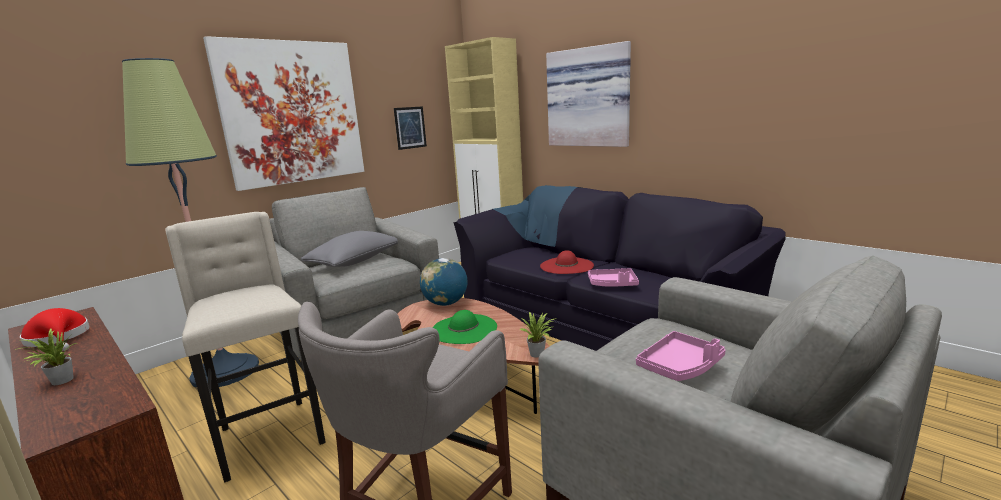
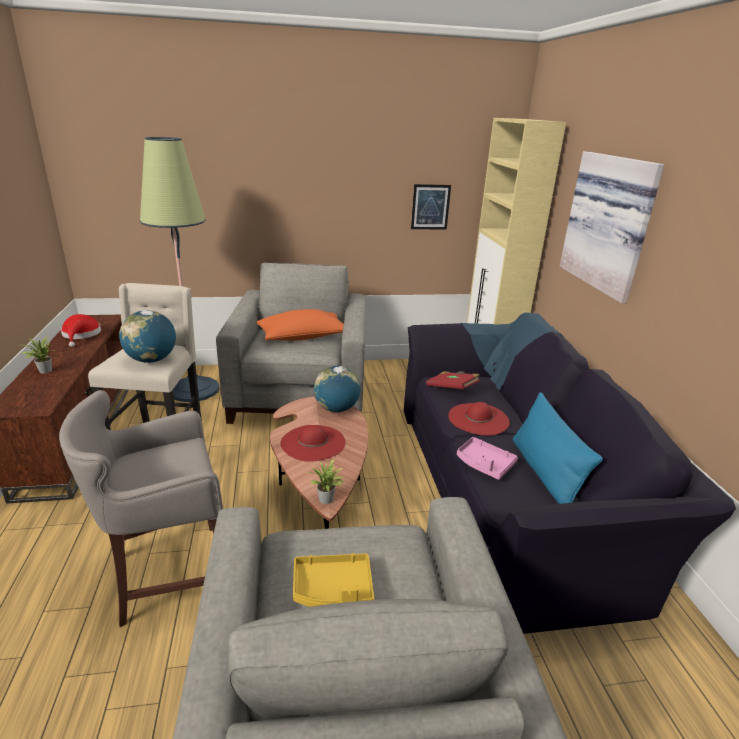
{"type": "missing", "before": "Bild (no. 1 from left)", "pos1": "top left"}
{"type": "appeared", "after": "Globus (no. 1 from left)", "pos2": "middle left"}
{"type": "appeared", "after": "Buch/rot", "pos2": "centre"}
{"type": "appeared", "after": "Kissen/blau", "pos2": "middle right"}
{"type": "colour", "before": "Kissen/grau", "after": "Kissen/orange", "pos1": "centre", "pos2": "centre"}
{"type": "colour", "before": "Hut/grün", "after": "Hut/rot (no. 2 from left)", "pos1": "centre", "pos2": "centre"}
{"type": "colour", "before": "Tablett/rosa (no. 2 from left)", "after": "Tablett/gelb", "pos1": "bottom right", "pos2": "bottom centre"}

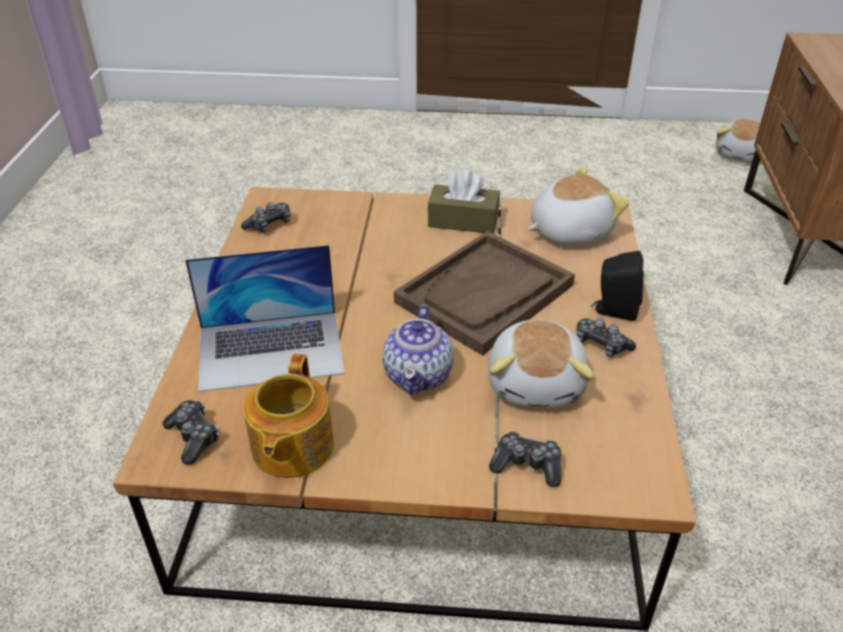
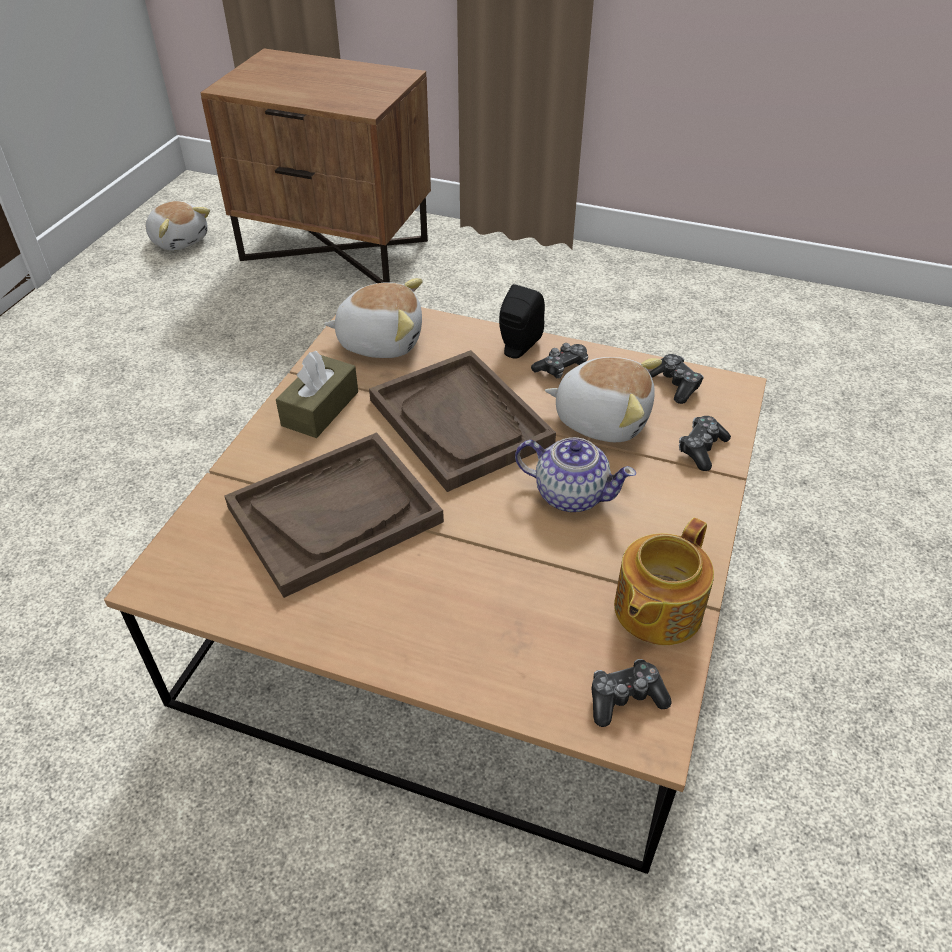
{"type": "missing", "before": "Laptop", "pos1": "middle left"}
{"type": "appeared", "after": "Tablett/braun (no. 1 from left)", "pos2": "centre"}
{"type": "relocated", "before": "Gamepad (no. 2 from left in the first image)", "after": "Gamepad (no. 3 from left)", "pos1": "middle left", "pos2": "middle right"}
{"type": "spun", "before": "Teekanne (no. 1 from left in the first image)", "pos1": "centre", "pos2": "middle right", "turn": 105}
{"type": "spun", "before": "Plüschtier (no. 2 from left)", "pos1": "top right", "pos2": "centre", "turn": 105}

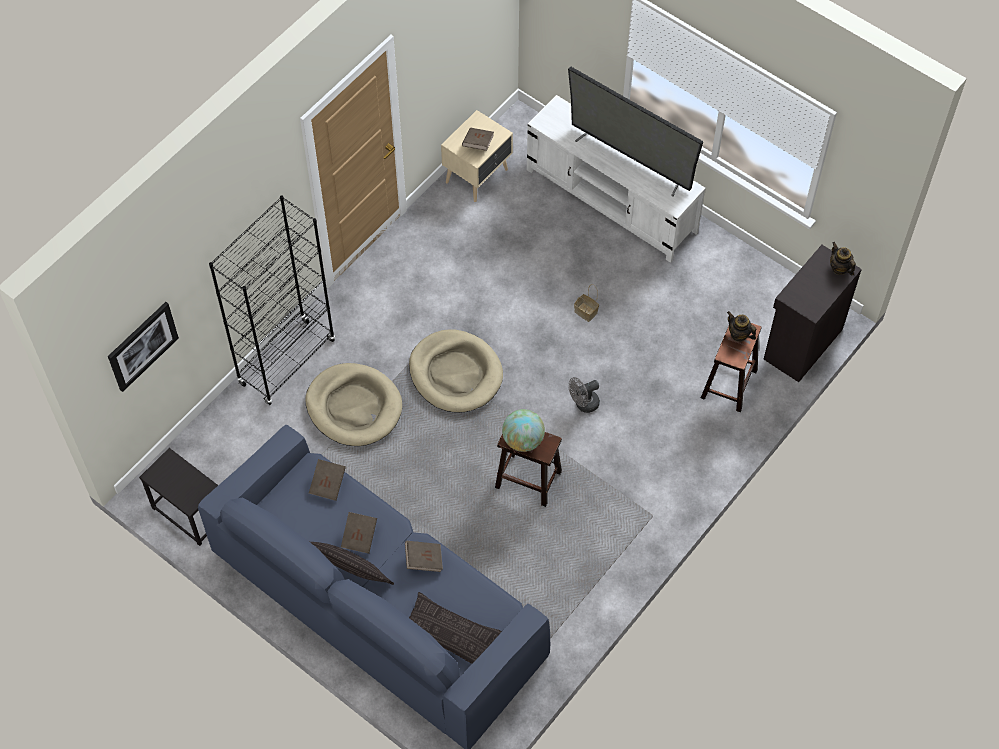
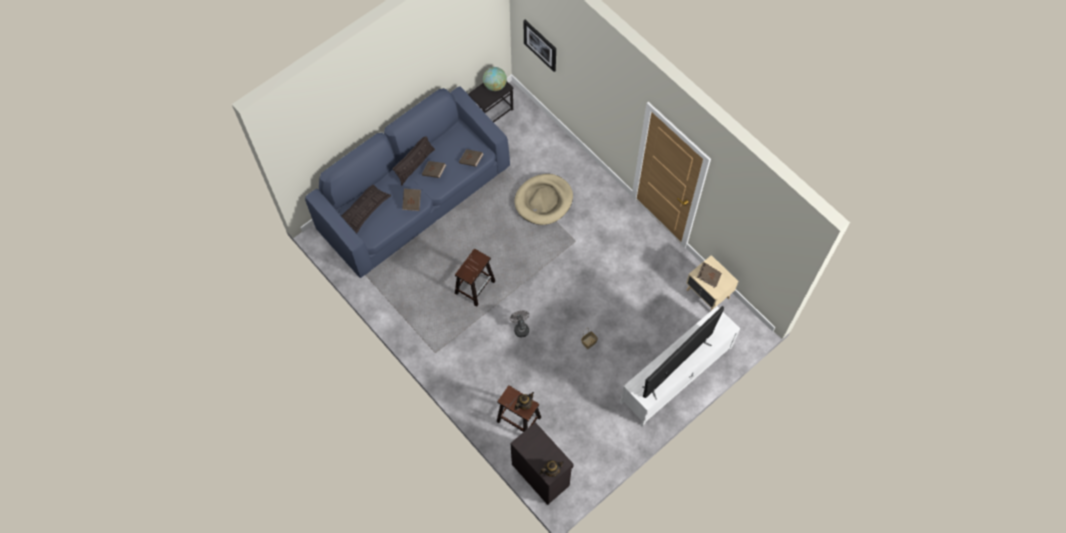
{"type": "missing", "before": "Bücherregal/schwarz", "pos1": "middle left"}
{"type": "missing", "before": "Hundebett/beige (no. 2 from left)", "pos1": "centre"}
{"type": "relocated", "before": "Globus", "pos1": "centre", "pos2": "top centre"}

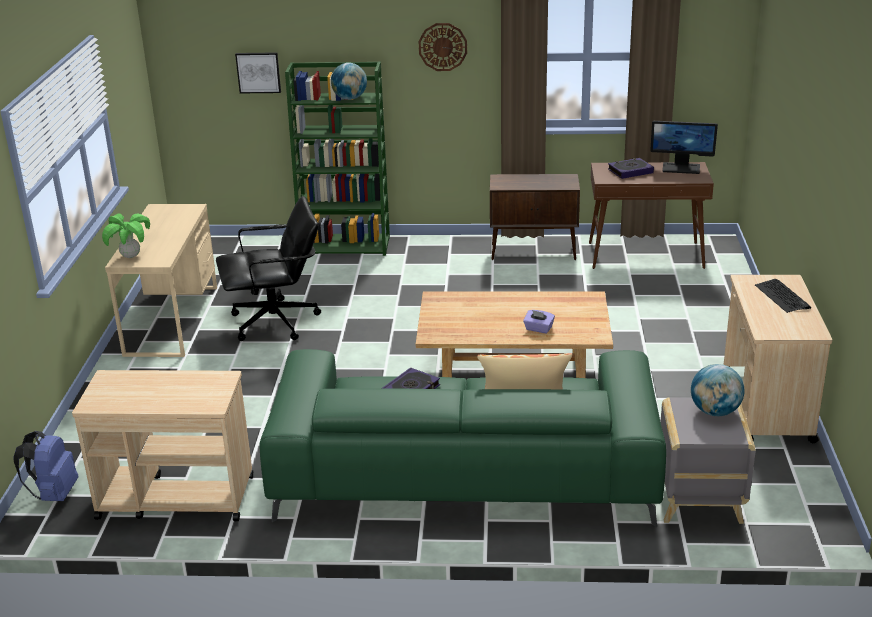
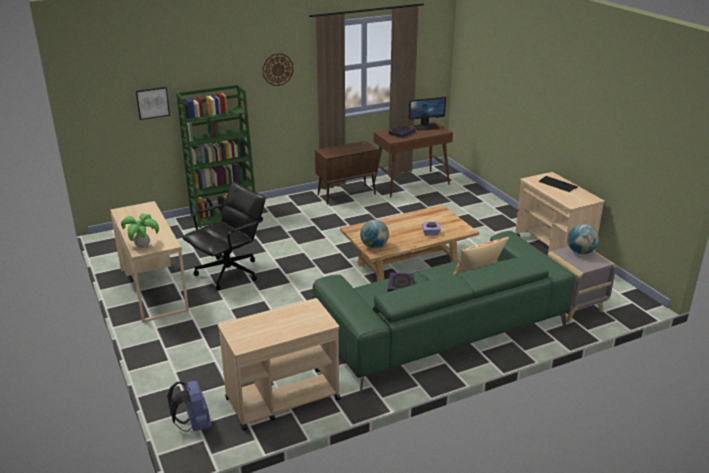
{"type": "relocated", "before": "Globus (no. 1 from left)", "pos1": "top centre", "pos2": "centre"}

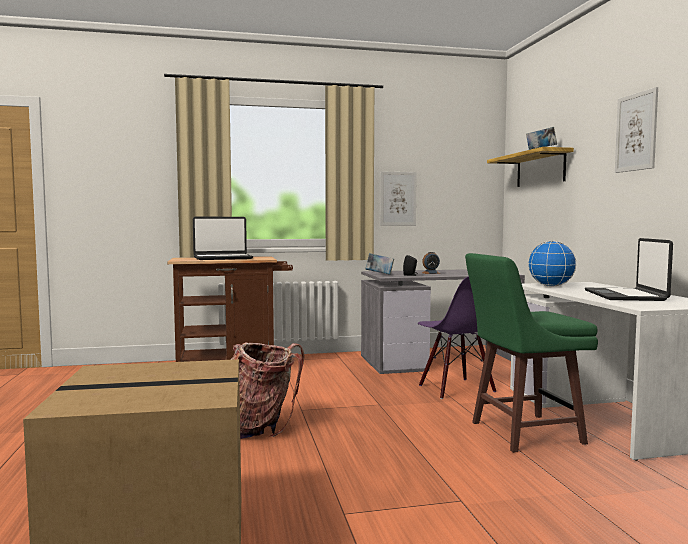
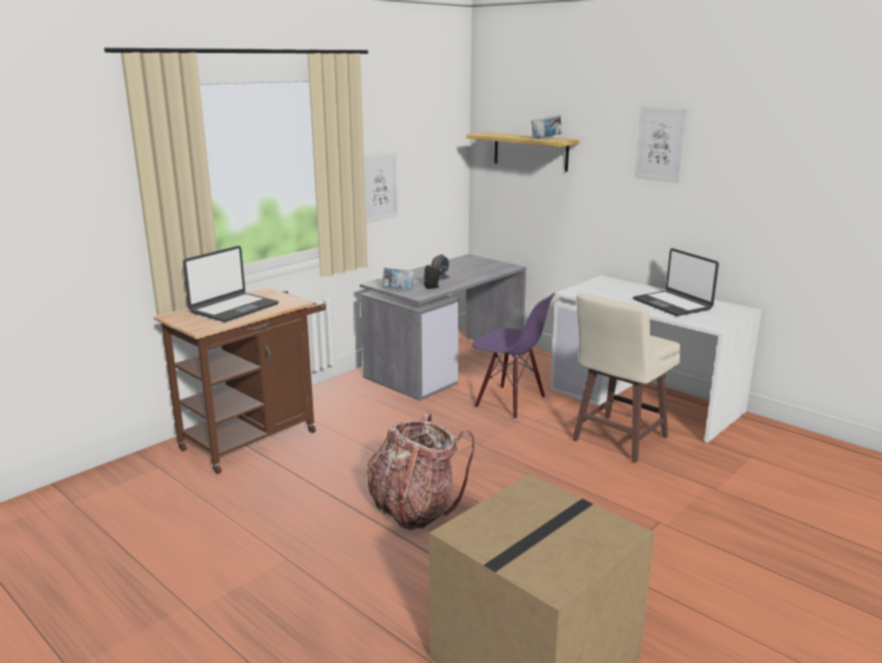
{"type": "missing", "before": "Globus", "pos1": "middle right"}
{"type": "colour", "before": "Hocker/grün", "after": "Hocker/beige", "pos1": "middle right", "pos2": "middle right"}

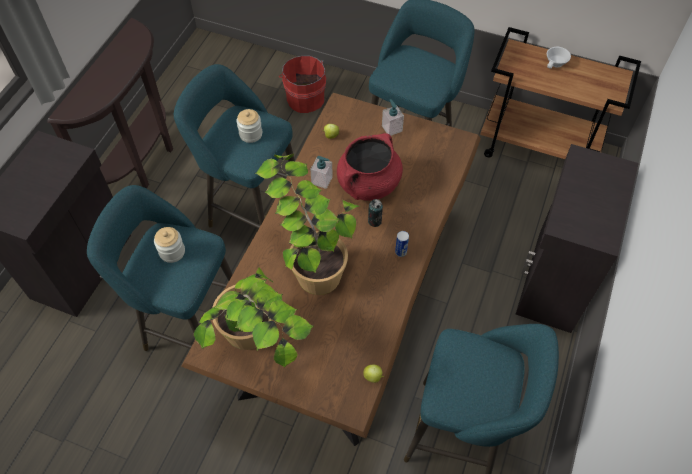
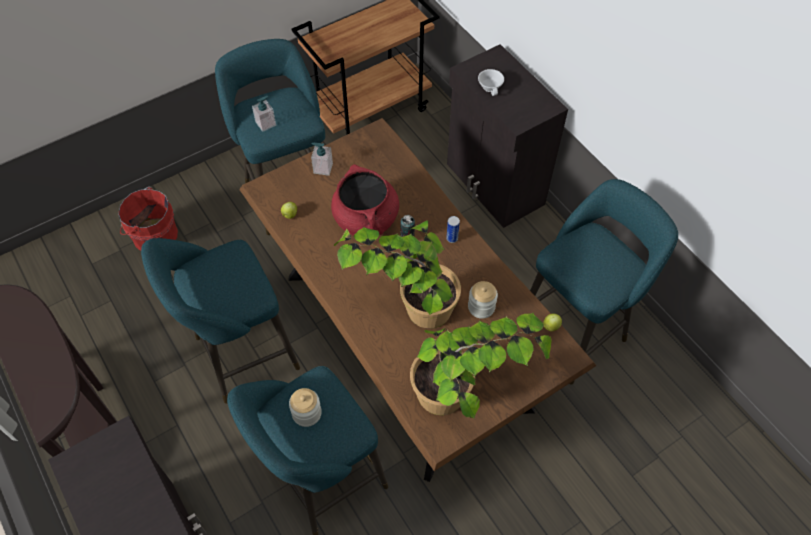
{"type": "relocated", "before": "Vorratsglas (no. 2 from left)", "pos1": "top centre", "pos2": "centre"}
{"type": "relocated", "before": "Seifenspender (no. 1 from left)", "pos1": "centre", "pos2": "top left"}
{"type": "relocated", "before": "Tasse/weiß", "pos1": "top right", "pos2": "top centre"}

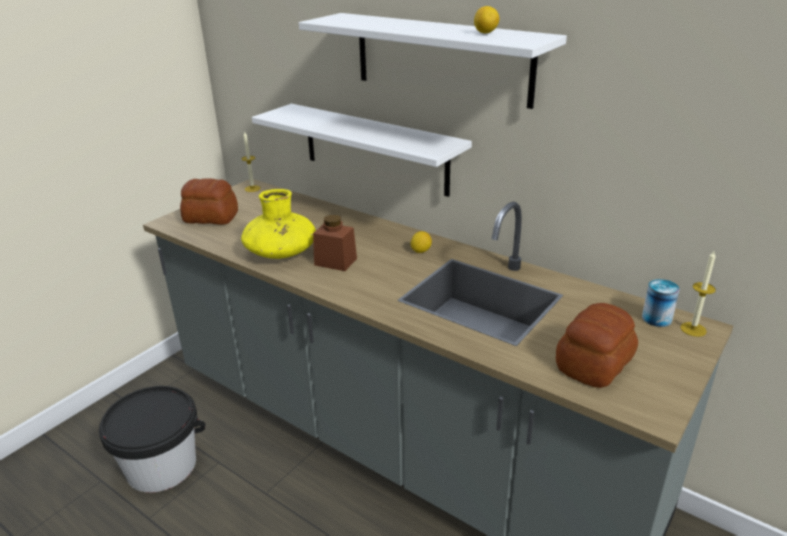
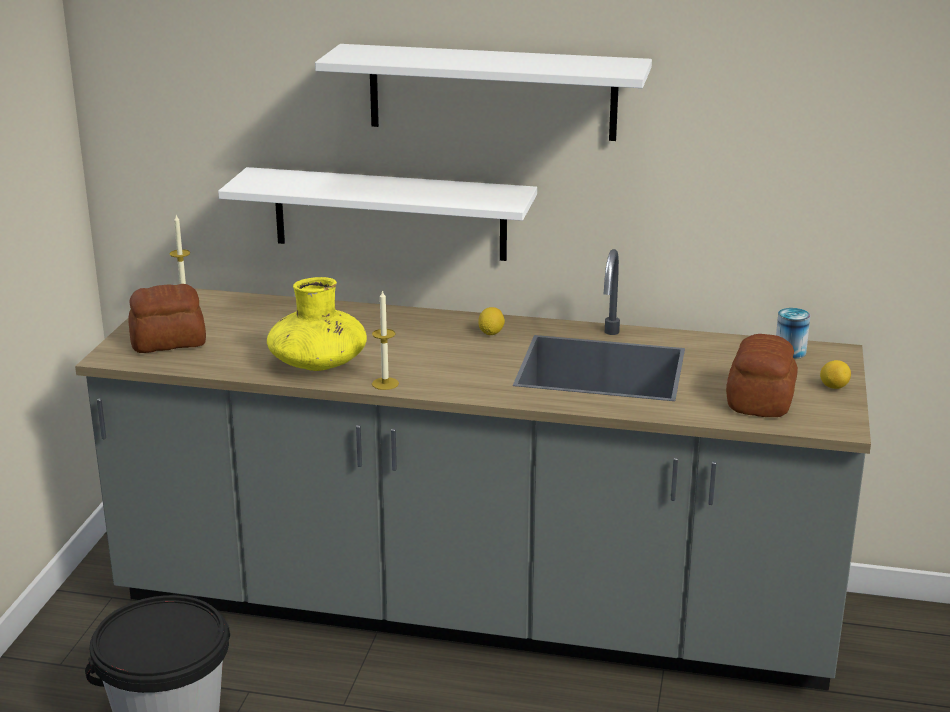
{"type": "missing", "before": "Vorratsglas/braun", "pos1": "centre"}
{"type": "relocated", "before": "Zitrone (no. 2 from left)", "pos1": "top centre", "pos2": "middle right"}
{"type": "relocated", "before": "Kerze (no. 2 from left)", "pos1": "middle right", "pos2": "centre"}

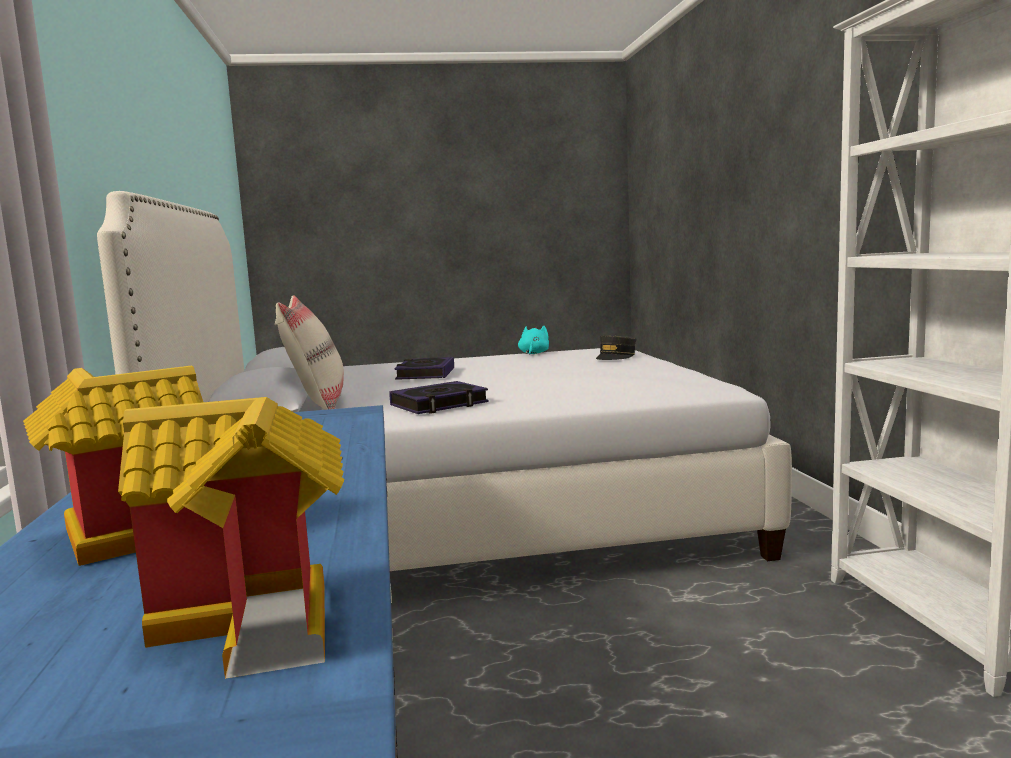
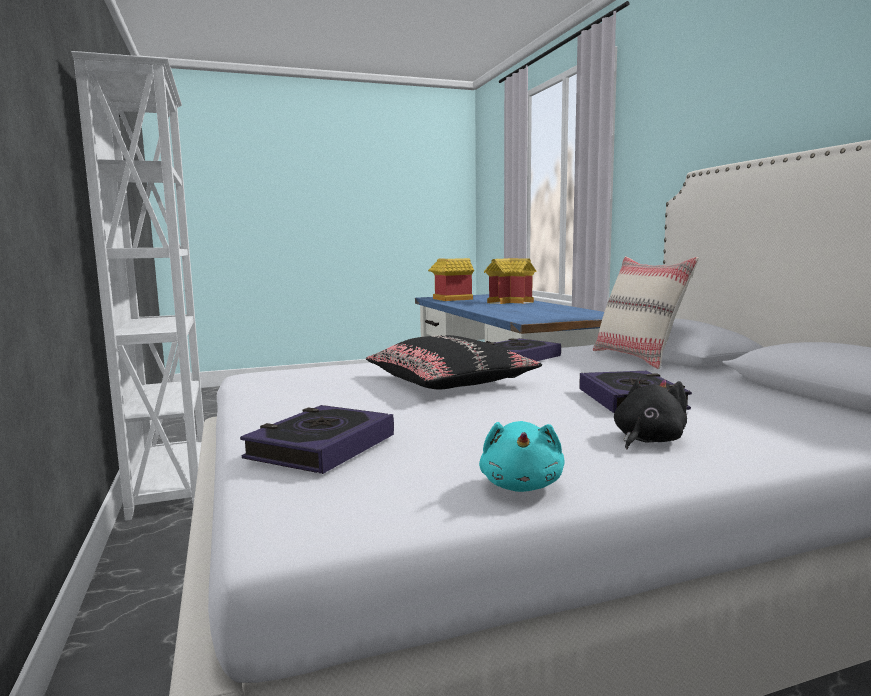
{"type": "appeared", "after": "Kissen/schwarz", "pos2": "centre"}
{"type": "appeared", "after": "Plüschtier/schwarz", "pos2": "middle right"}
{"type": "exchanged", "before": "Kappe/grau", "after": "Buch (no. 1 from left)", "pos1": "centre", "pos2": "centre"}

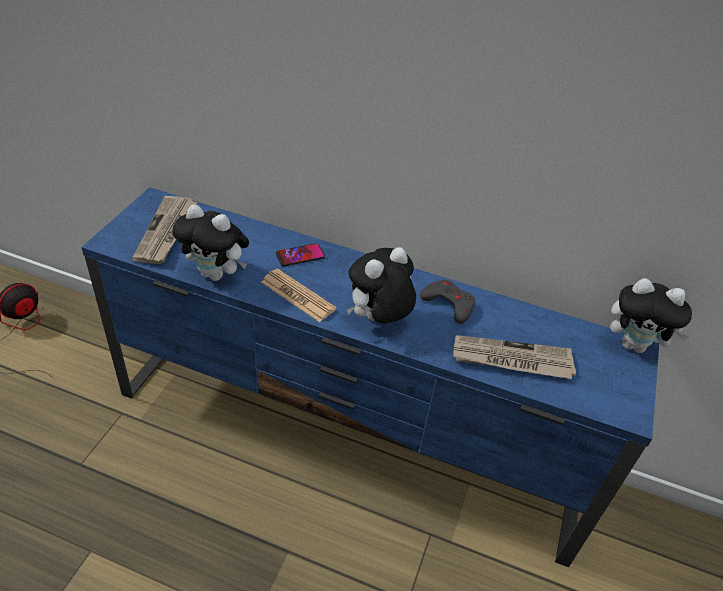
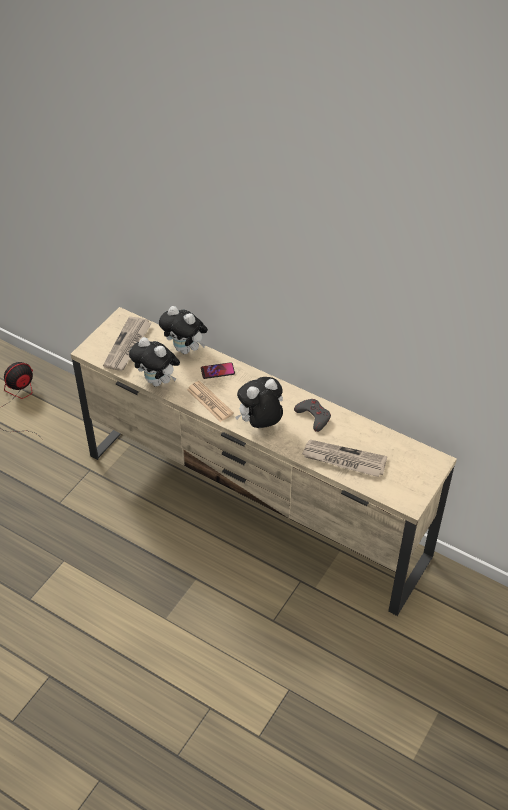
{"type": "relocated", "before": "Plüschtier (no. 3 from left in the first image)", "after": "Plüschtier (no. 2 from left)", "pos1": "middle right", "pos2": "centre"}
{"type": "colour", "before": "Fernsehschrank/blau", "after": "Fernsehschrank/beige", "pos1": "centre", "pos2": "centre"}

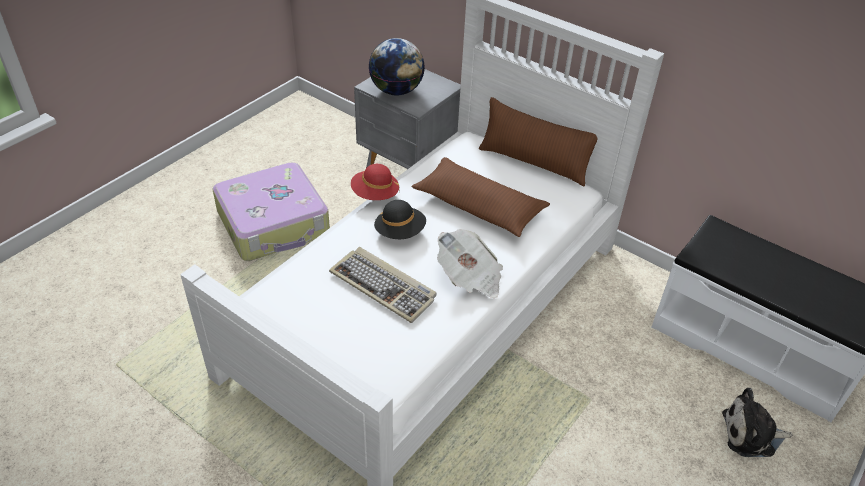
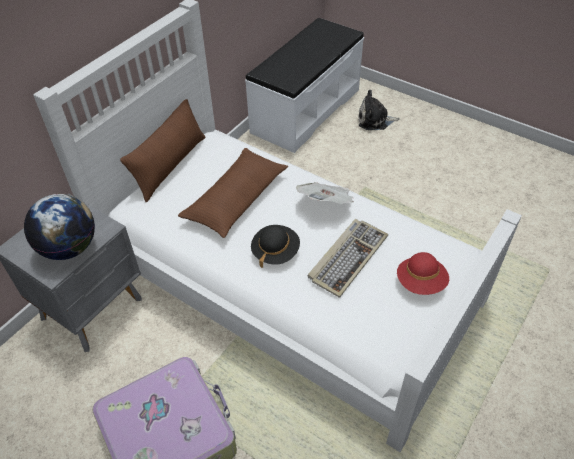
{"type": "relocated", "before": "Hut/rot", "pos1": "centre", "pos2": "middle right"}
{"type": "spun", "before": "Plüschtier", "pos1": "bottom right", "pos2": "top centre", "turn": 90}

